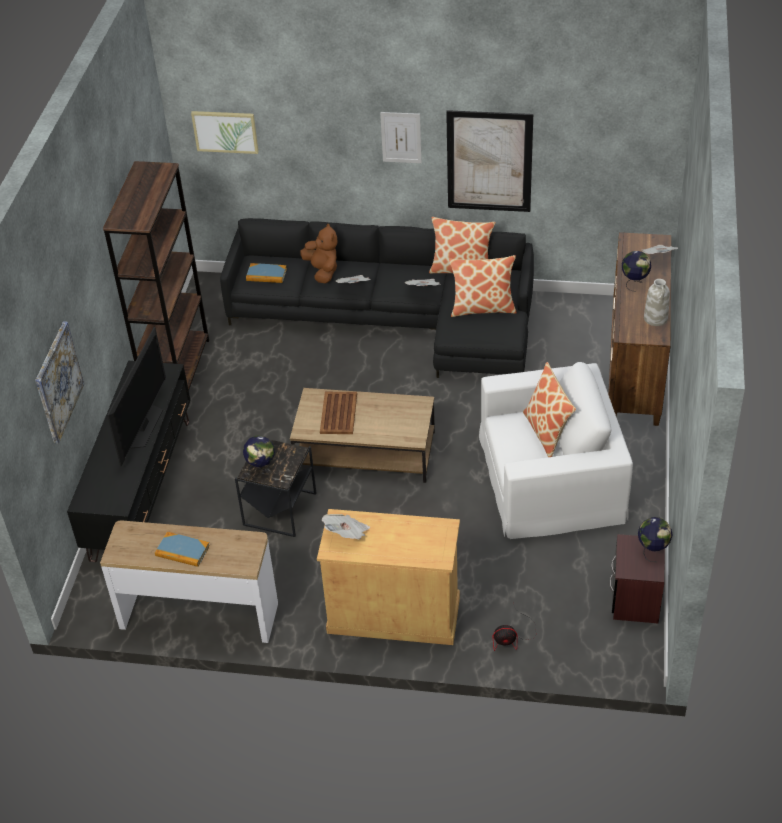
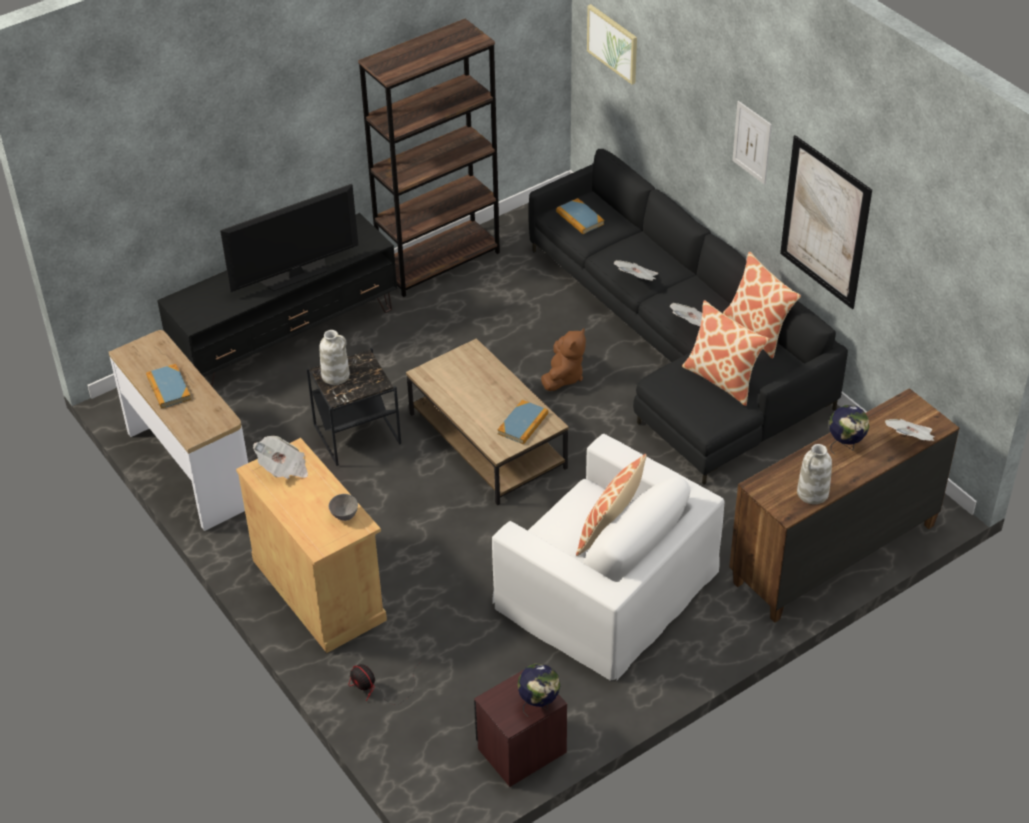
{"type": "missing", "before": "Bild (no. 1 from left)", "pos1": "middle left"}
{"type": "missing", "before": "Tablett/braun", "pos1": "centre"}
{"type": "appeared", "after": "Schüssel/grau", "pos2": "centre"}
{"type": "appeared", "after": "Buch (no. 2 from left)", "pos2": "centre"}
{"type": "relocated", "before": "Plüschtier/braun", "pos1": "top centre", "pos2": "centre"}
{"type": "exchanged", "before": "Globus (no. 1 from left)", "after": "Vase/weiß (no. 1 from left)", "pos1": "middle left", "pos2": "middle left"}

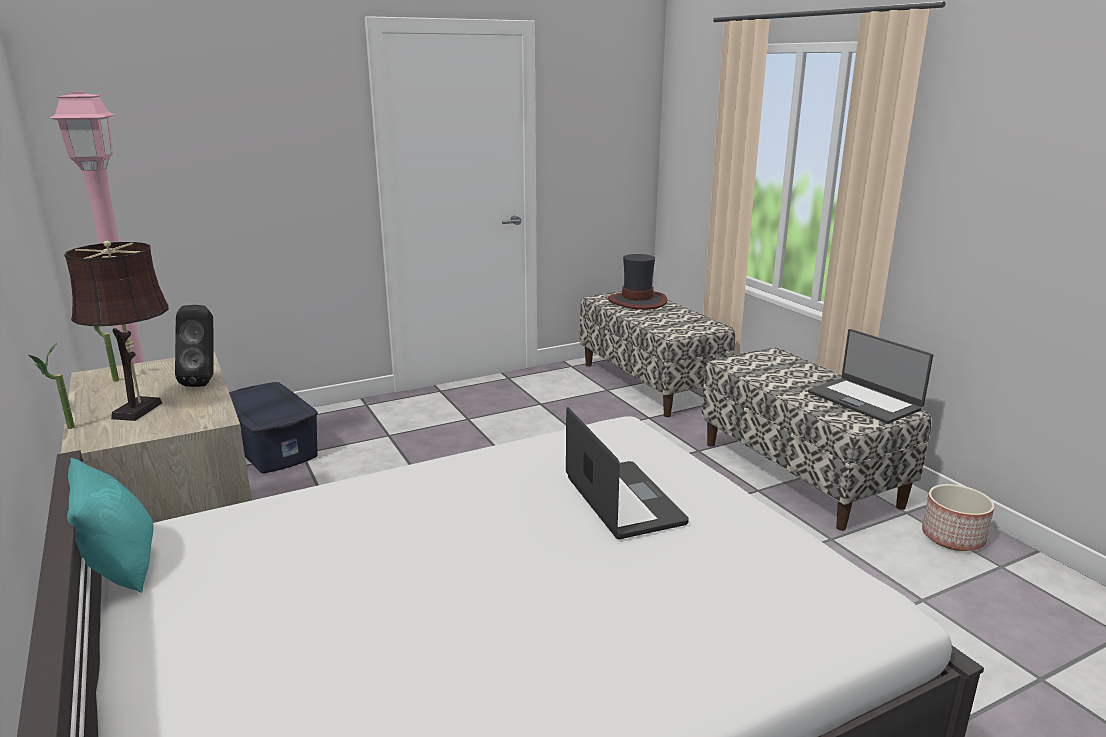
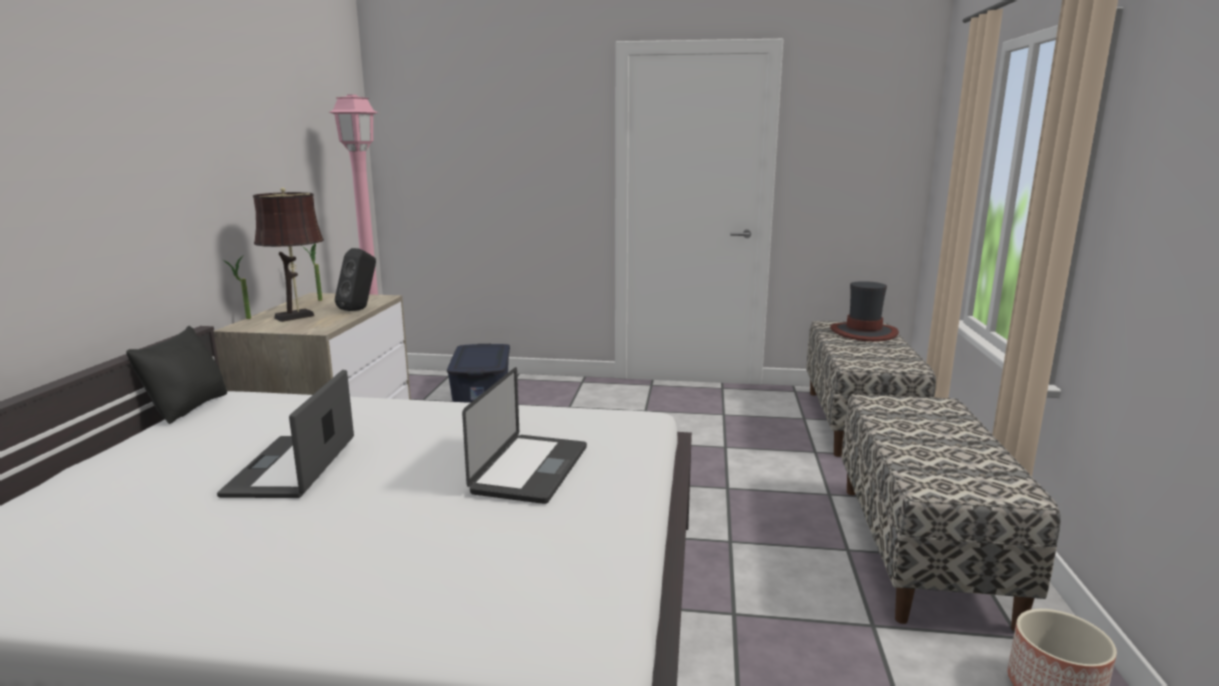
{"type": "relocated", "before": "Laptop (no. 2 from left in the first image)", "after": "Laptop (no. 1 from left)", "pos1": "middle right", "pos2": "middle left"}
{"type": "colour", "before": "Kissen/türkis", "after": "Kissen/schwarz", "pos1": "bottom left", "pos2": "middle left"}

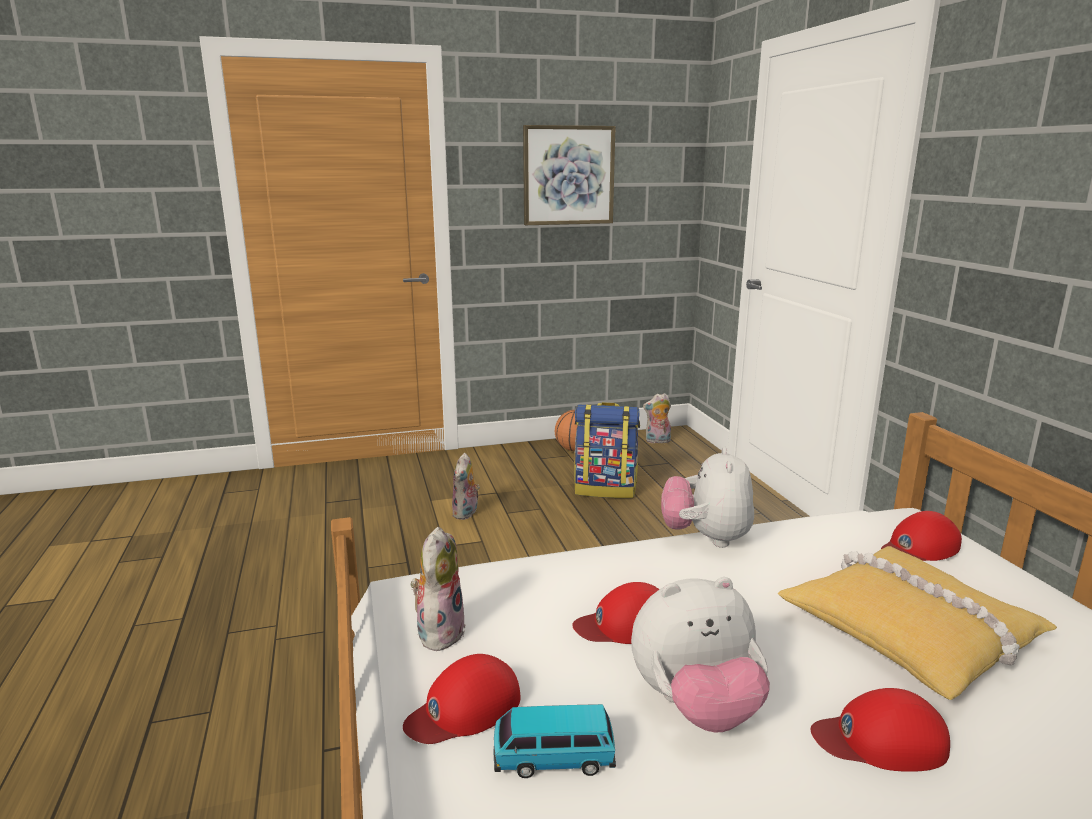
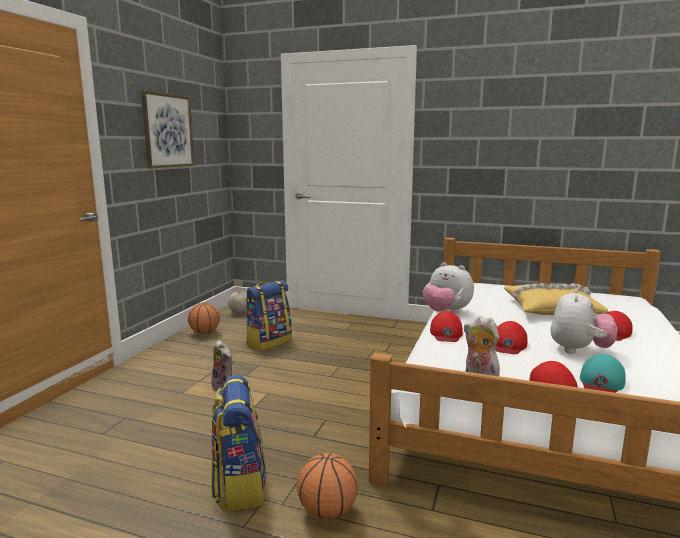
{"type": "appeared", "after": "Rucksack (no. 1 from left)", "pos2": "bottom centre"}
{"type": "appeared", "after": "Basketball (no. 2 from left)", "pos2": "bottom centre"}
{"type": "relocated", "before": "Kappe/rot (no. 4 from left in the first image)", "after": "Kappe/rot (no. 1 from left)", "pos1": "middle right", "pos2": "centre"}
{"type": "exchanged", "before": "Spielzeugauto", "after": "Kappe/türkis", "pos1": "bottom centre", "pos2": "bottom right"}
{"type": "exchanged", "before": "Plüschtier (no. 3 from left)", "after": "Globus", "pos1": "centre", "pos2": "centre"}

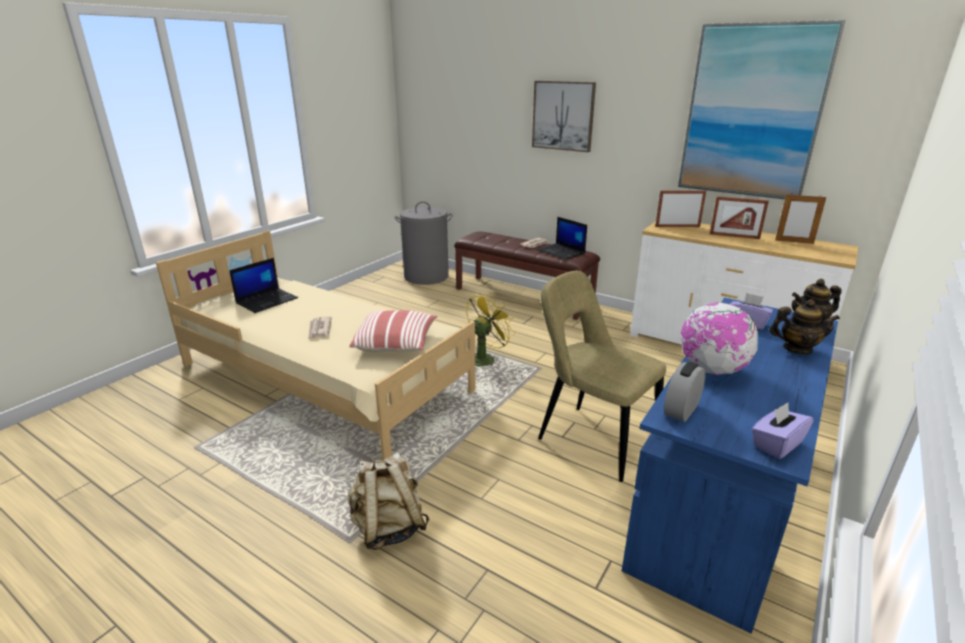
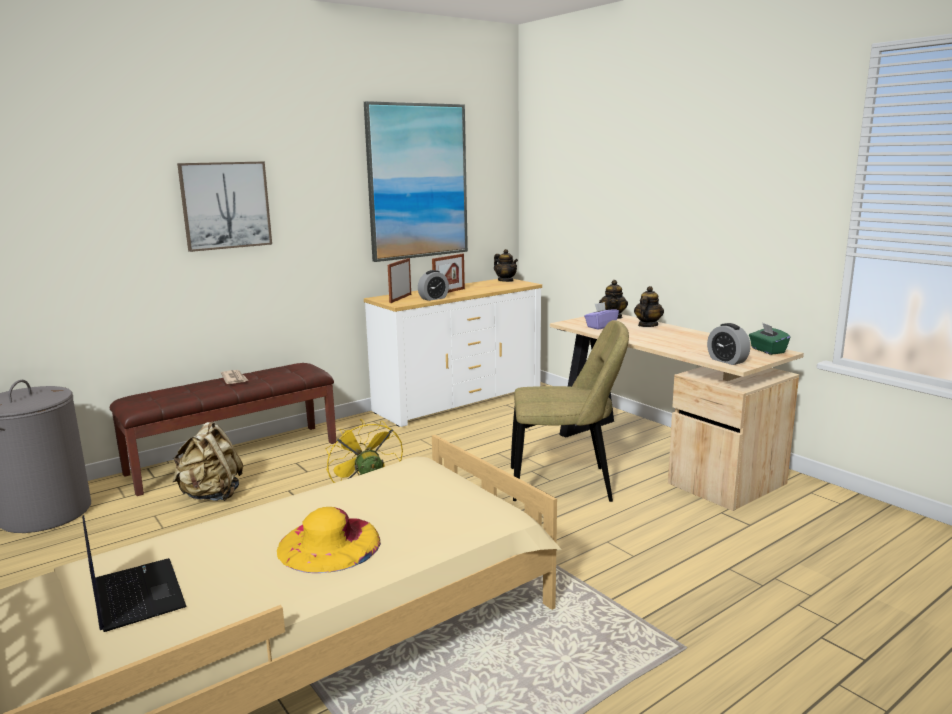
{"type": "missing", "before": "Kissen", "pos1": "centre"}
{"type": "missing", "before": "Laptop (no. 2 from left)", "pos1": "centre"}
{"type": "missing", "before": "Globus", "pos1": "middle right"}
{"type": "missing", "before": "Bilderrahmen (no. 3 from left)", "pos1": "middle right"}
{"type": "appeared", "after": "Wecker (no. 1 from left)", "pos2": "centre"}
{"type": "appeared", "after": "Teekanne (no. 1 from left)", "pos2": "centre"}
{"type": "relocated", "before": "Rucksack/beige", "pos1": "bottom centre", "pos2": "middle left"}
{"type": "exchanged", "before": "Zeitung (no. 1 from left)", "after": "Hut/gelb", "pos1": "middle left", "pos2": "bottom centre"}
{"type": "colour", "before": "Schreibtisch/blau", "after": "Schreibtisch/beige", "pos1": "bottom right", "pos2": "middle right"}
{"type": "colour", "before": "Taschentuchbox/lila (no. 2 from left)", "after": "Taschentuchbox/grün", "pos1": "bottom right", "pos2": "middle right"}
{"type": "spun", "before": "Stuhl/beige", "pos1": "centre", "pos2": "centre", "turn": -150}

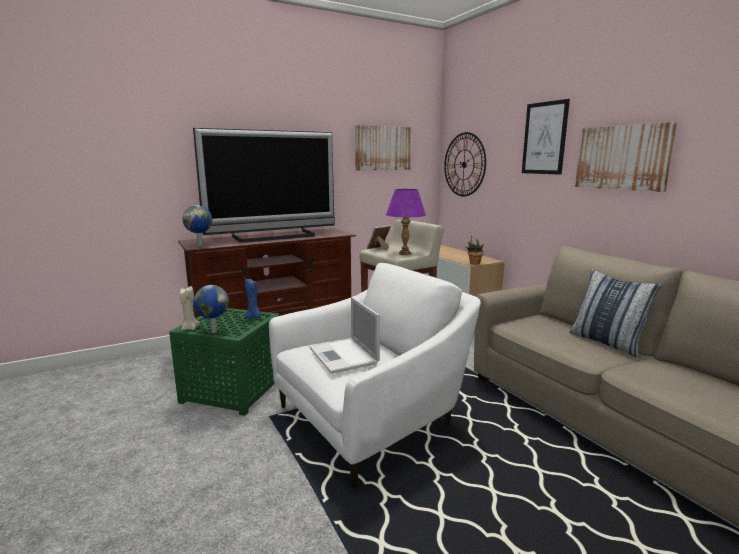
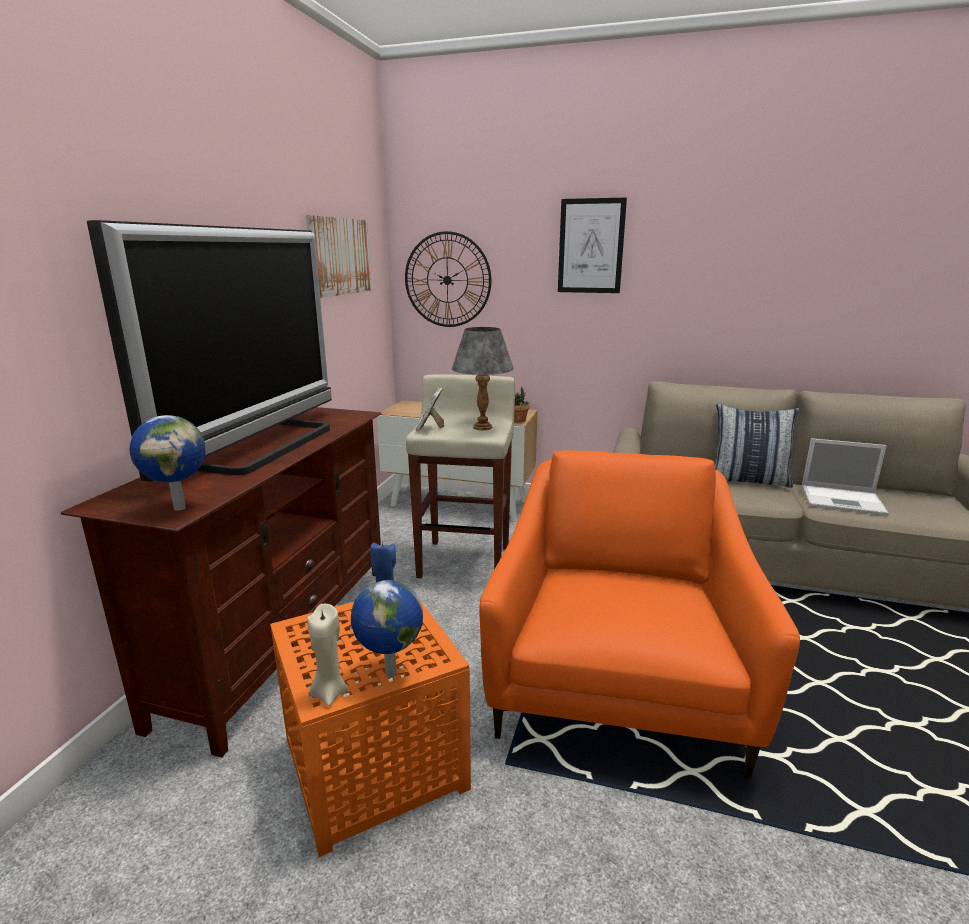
{"type": "missing", "before": "Bild (no. 3 from left)", "pos1": "top right"}
{"type": "relocated", "before": "Laptop", "pos1": "centre", "pos2": "middle right"}
{"type": "colour", "before": "Beistelltisch/grün", "after": "Beistelltisch/orange", "pos1": "middle left", "pos2": "bottom centre"}
{"type": "colour", "before": "Sessel/weiß", "after": "Sessel/orange", "pos1": "bottom centre", "pos2": "centre"}
{"type": "colour", "before": "Tischlampe/lila", "after": "Tischlampe/grau", "pos1": "centre", "pos2": "centre"}

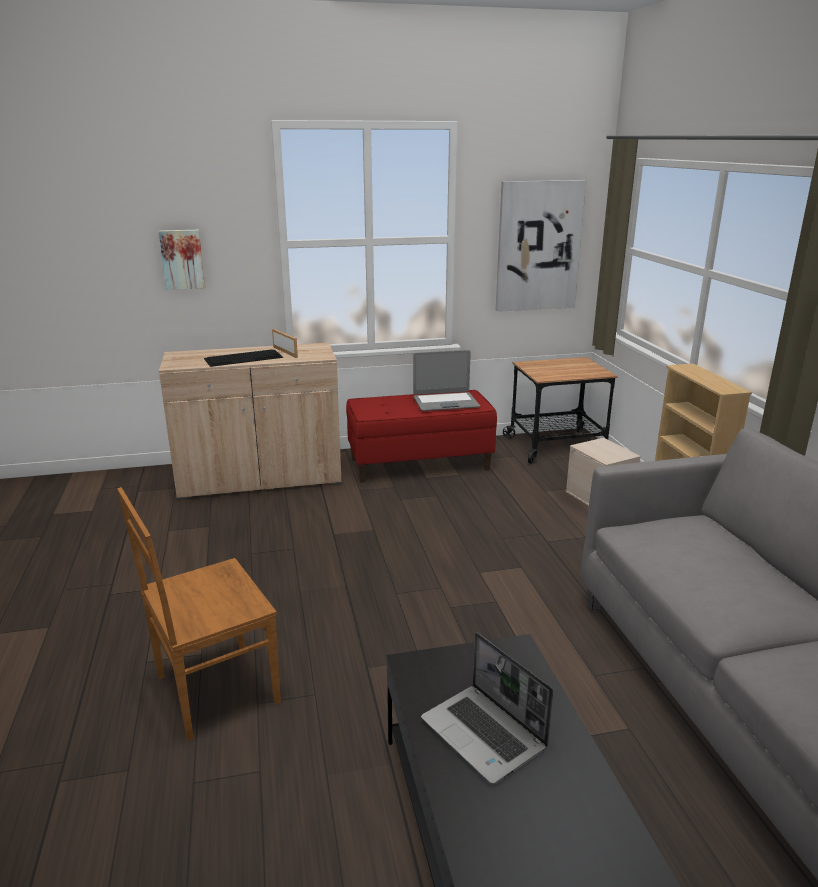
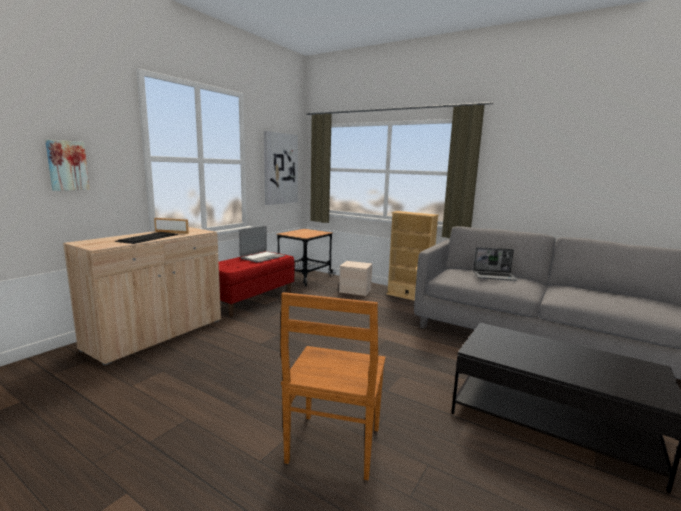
{"type": "relocated", "before": "Laptop (no. 2 from left)", "pos1": "bottom centre", "pos2": "middle right"}

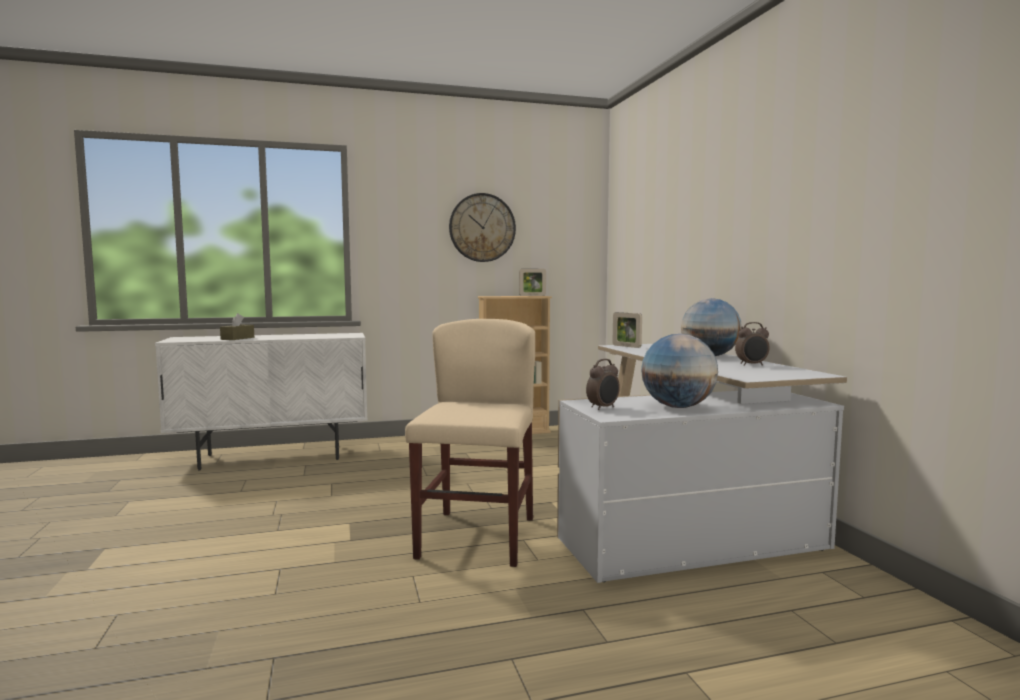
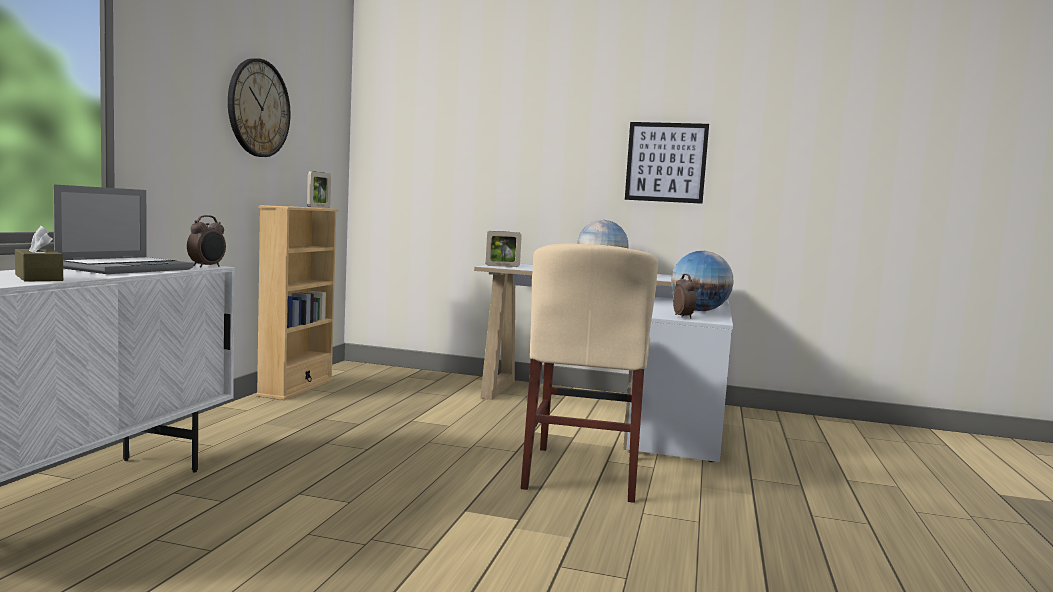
{"type": "appeared", "after": "Laptop", "pos2": "middle left"}
{"type": "appeared", "after": "Bild", "pos2": "top centre"}
{"type": "relocated", "before": "Wecker (no. 2 from left in the first image)", "after": "Wecker (no. 1 from left)", "pos1": "middle right", "pos2": "middle left"}
{"type": "spun", "before": "Stuhl/beige", "pos1": "centre", "pos2": "centre", "turn": -120}

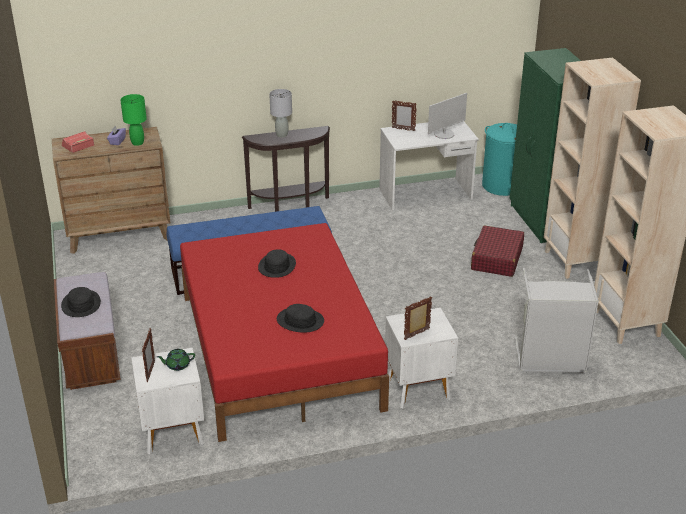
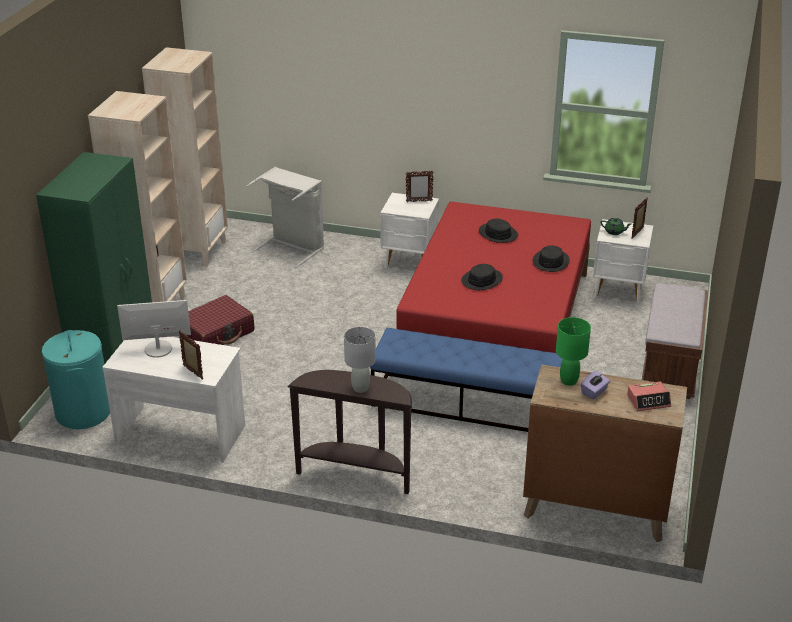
{"type": "relocated", "before": "Hut/schwarz (no. 1 from left in the first image)", "after": "Hut/schwarz (no. 3 from left)", "pos1": "middle left", "pos2": "middle right"}

